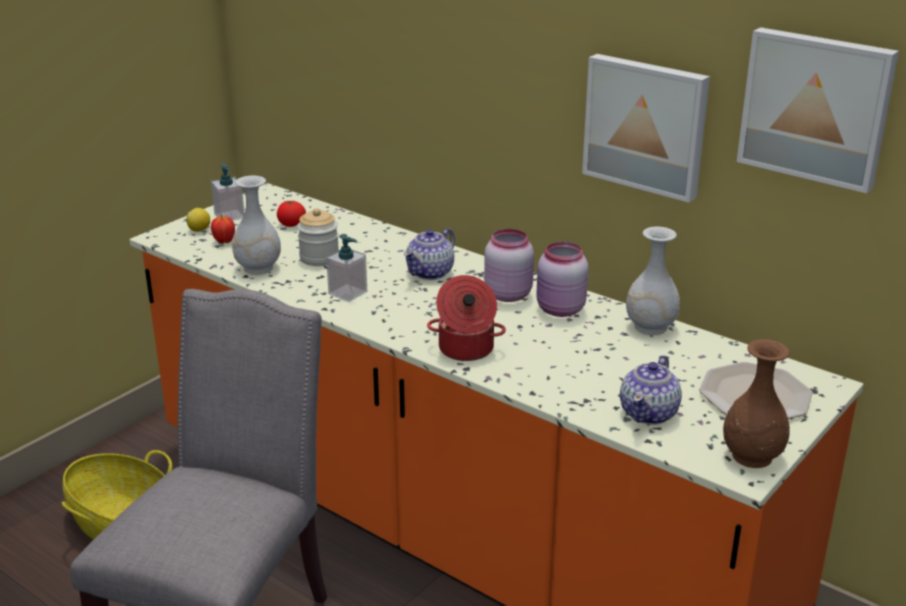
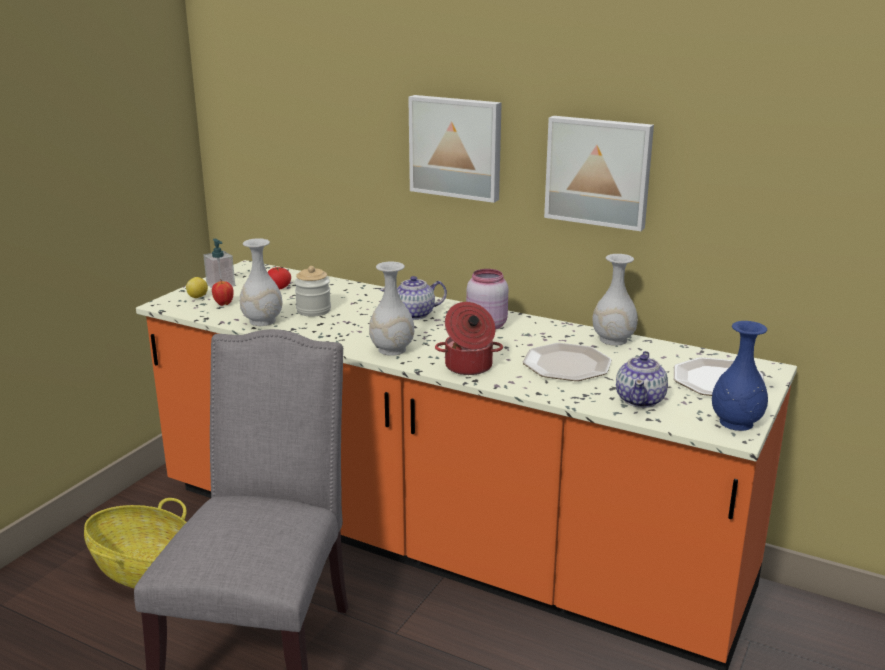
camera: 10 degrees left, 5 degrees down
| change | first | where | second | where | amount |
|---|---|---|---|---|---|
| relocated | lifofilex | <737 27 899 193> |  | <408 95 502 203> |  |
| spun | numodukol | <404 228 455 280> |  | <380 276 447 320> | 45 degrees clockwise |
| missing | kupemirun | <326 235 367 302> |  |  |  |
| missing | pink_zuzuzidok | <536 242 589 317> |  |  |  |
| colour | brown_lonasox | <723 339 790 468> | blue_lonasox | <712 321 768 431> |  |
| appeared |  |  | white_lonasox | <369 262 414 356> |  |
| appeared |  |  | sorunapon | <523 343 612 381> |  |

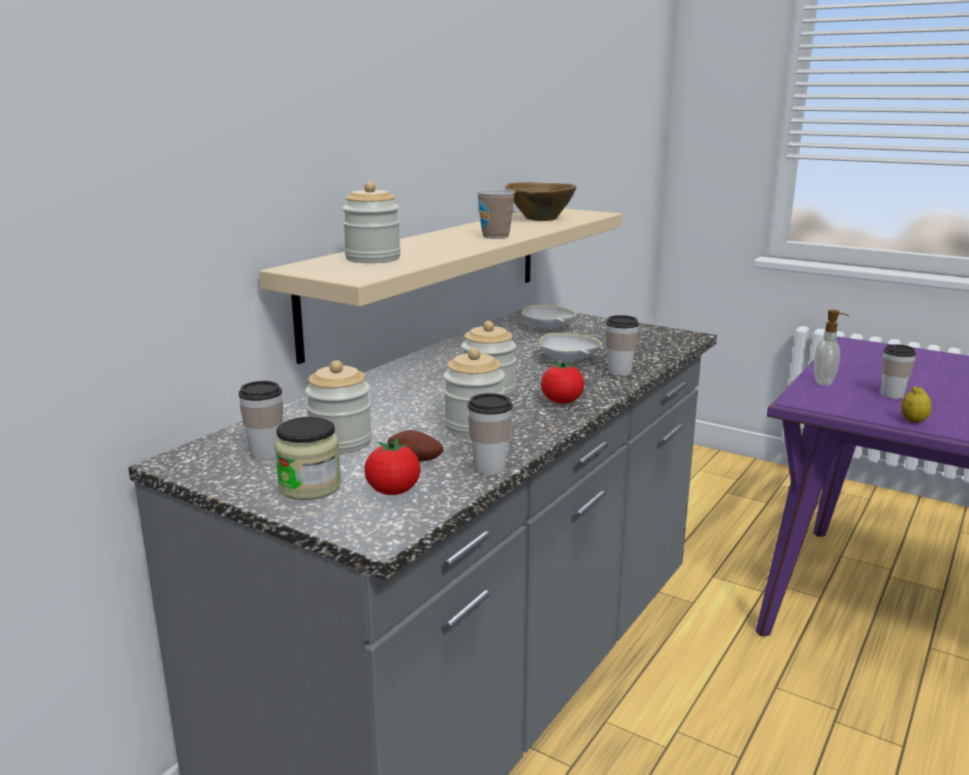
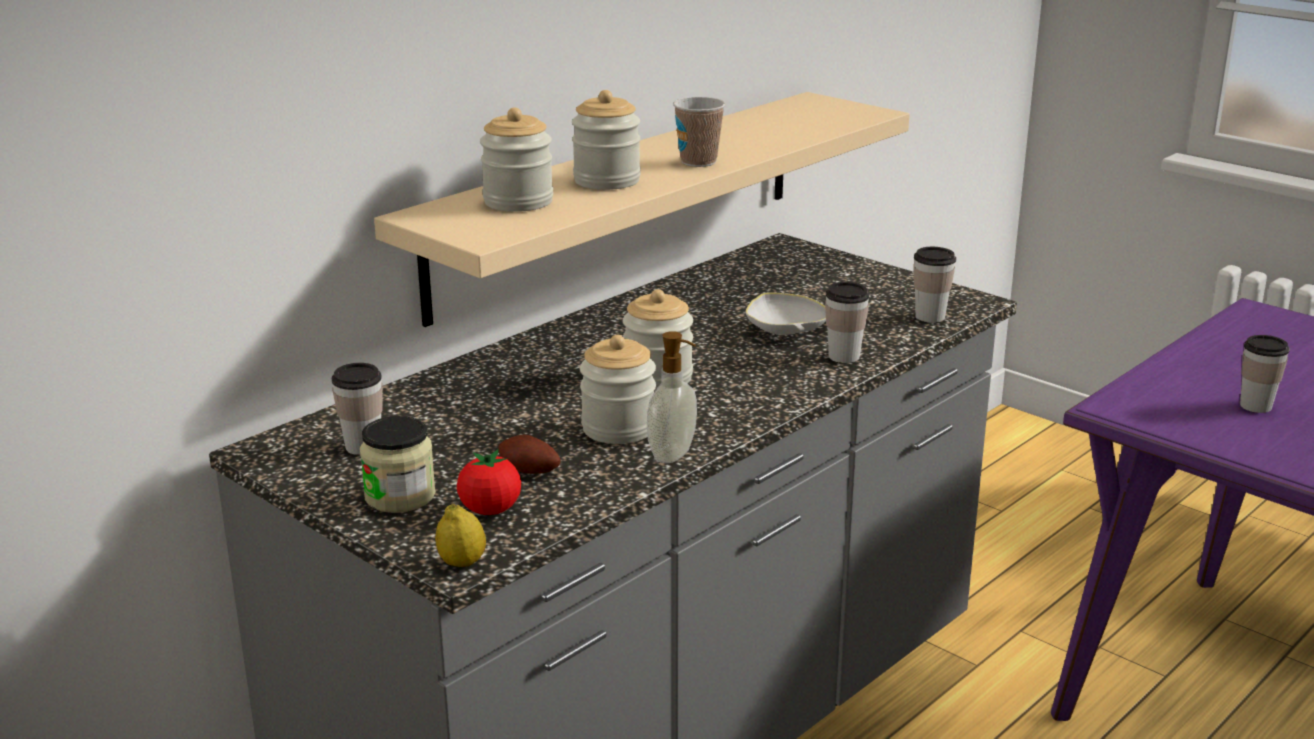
camera: 10 degrees right, 5 degrees up
| change | first | where | second | where | amount |
|---|---|---|---|---|---|
| missing | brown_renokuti | <505 182 576 221> |  |  |  |
| missing | white_renokuti | <522 305 577 329> |  |  |  |
| relocated | kupemirun | <814 310 849 386> |  | <647 331 697 463> |  |
| relocated | zuzuzidok | <305 360 372 454> |  | <572 90 641 190> |  |
| missing | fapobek | <541 361 584 404> |  |  |  |
| relocated | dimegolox | <901 386 932 423> |  | <435 504 486 567> |  |
| relocated | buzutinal | <467 393 513 475> |  | <914 247 956 323> |  |

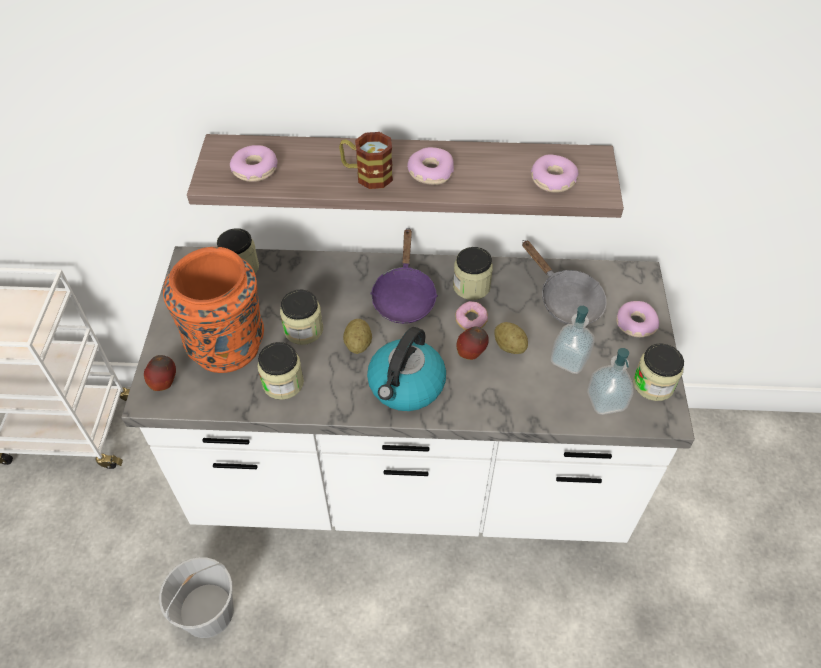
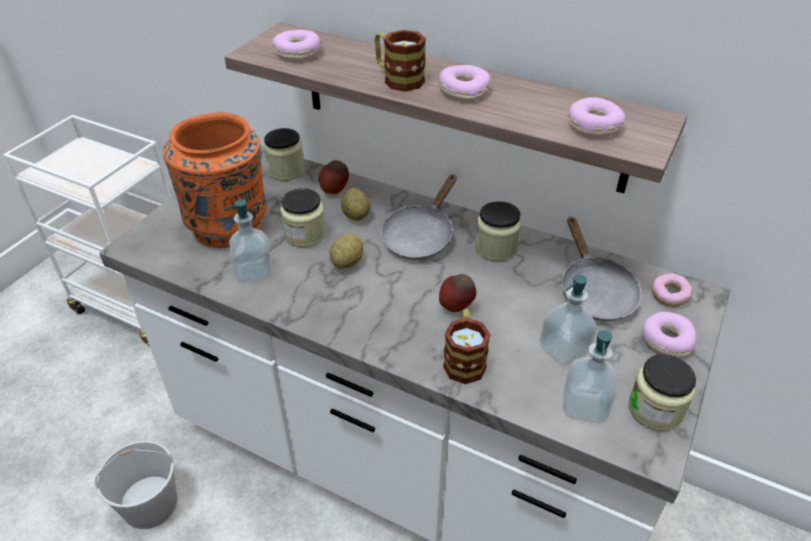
camera: 25 degrees right, 10 degrees down
| change | first | where | second | where | amount |
|---|---|---|---|---|---|
| colour | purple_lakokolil | <370 228 438 324> | grey_lakokolil | <381 174 457 260> |  |
| relocated | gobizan | <455 301 488 330> |  | <651 273 692 307> |  |
| relocated | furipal | <494 322 528 354> |  | <341 188 370 221> |  |
| missing | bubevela | <367 327 446 411> |  |  |  |
| exchanged | zuzuzidok | <257 342 304 400> | kupemirun | <225 199 273 283> |  |
| relocated | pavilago | <144 355 176 391> |  | <319 160 349 195> |  |
| appeared |  |  | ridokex | <443 309 491 384> |  |

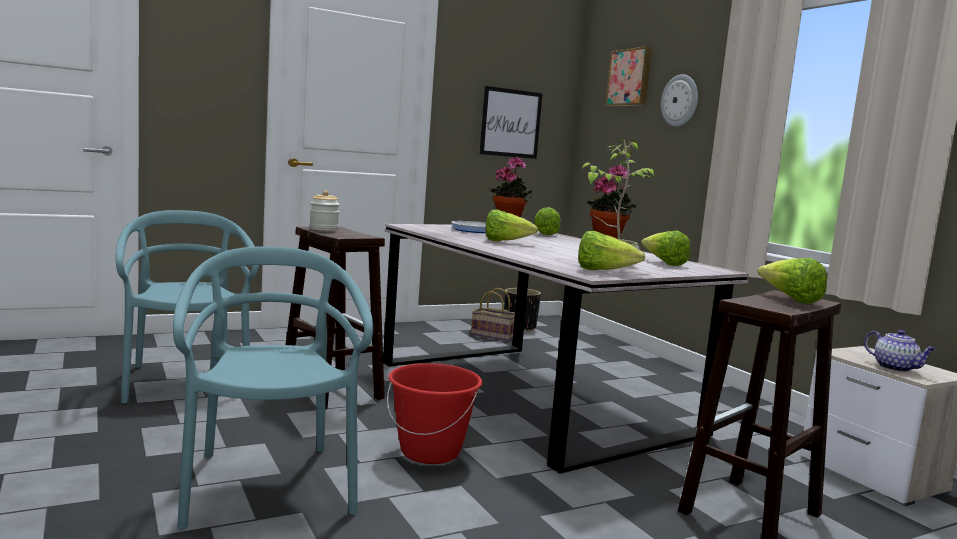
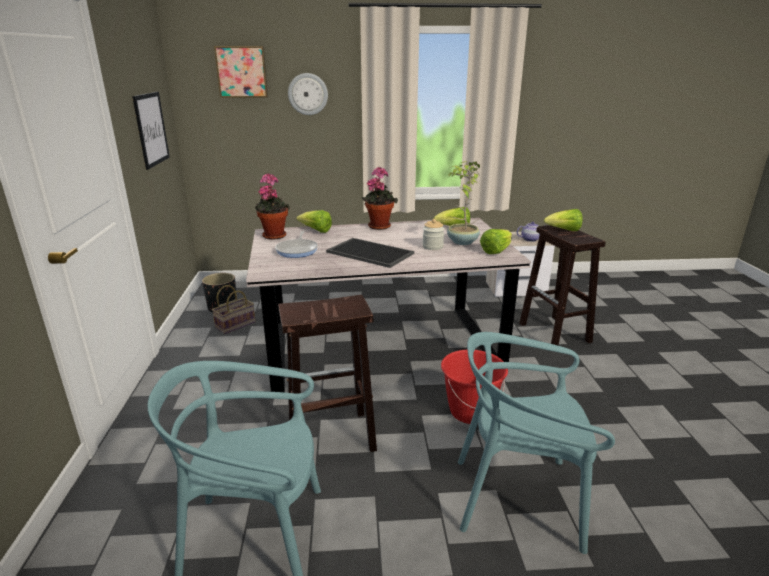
camera: 65 degrees left, 15 degrees up
| change | first | where | second | where | amount |
|---|---|---|---|---|---|
| relocated | zuzuzidok | <310 190 340 231> |  | <422 219 444 250> |  |
| exchanged | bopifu | <485 209 538 241> | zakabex | <326 238 414 268> |  |

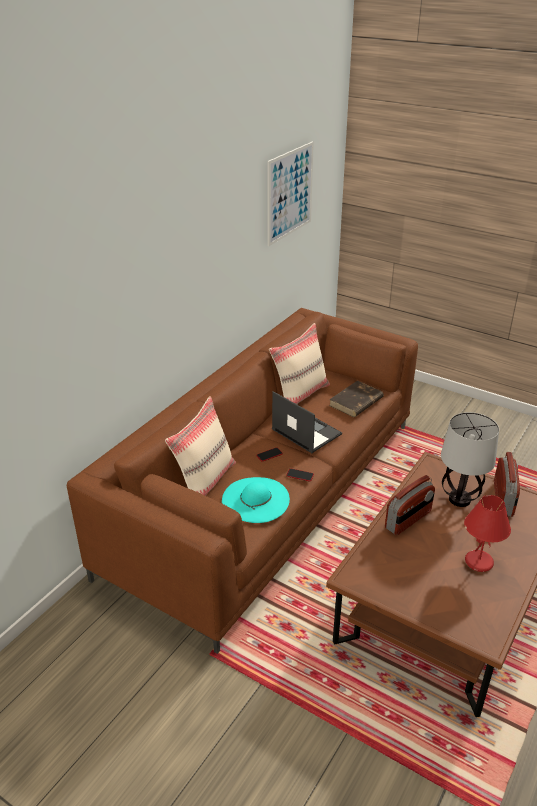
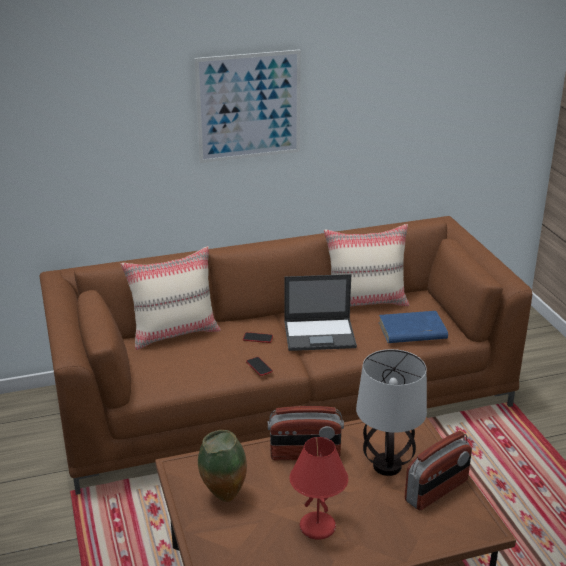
camera: 40 degrees right, 5 degrees down
| change | first | where | second | where | amount |
|---|---|---|---|---|---|
| relocated | lifofilex | <268 142 314 246> |  | <195 50 301 163> |  |
| colour | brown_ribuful | <329 381 384 417> | blue_ribuful | <379 311 448 343> |  |
| spun | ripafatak | <272 391 342 453> |  | <284 274 357 351> | 90 degrees clockwise |
| missing | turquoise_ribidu | <222 477 290 523> |  |  |  |
| appeared |  |  | lonasox | <198 430 247 502> |  |

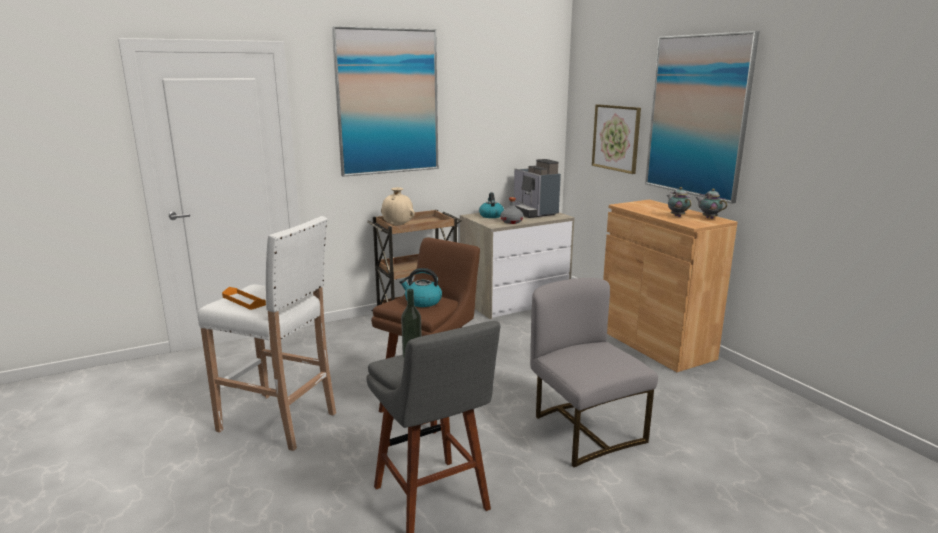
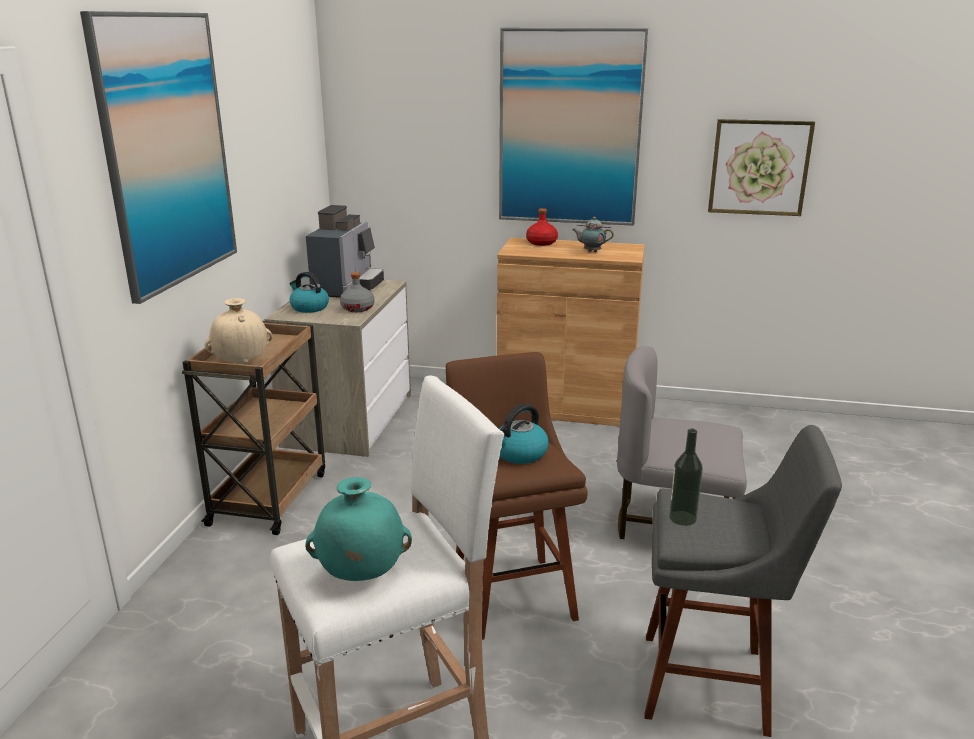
camera: 50 degrees left, 5 degrees up
| change | first | where | second | where | amount |
|---|---|---|---|---|---|
| relocated | lifofilex | <592 104 641 174> |  | <708 119 815 216> |  |
| spun | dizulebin | <514 159 561 218> |  | <306 205 384 298> | 90 degrees counterclockwise |
| missing | numodukol | <695 189 727 219> |  |  |  |
| exchanged | orange_zakabex | <222 287 266 310> | turquoise_lonasox | <305 477 412 581> |  |
| appeared |  |  | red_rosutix | <526 208 558 246> |  |

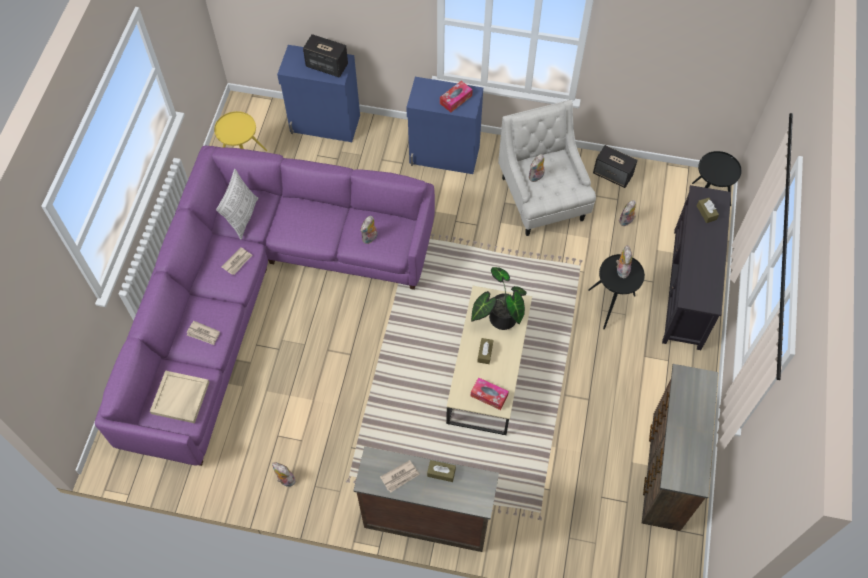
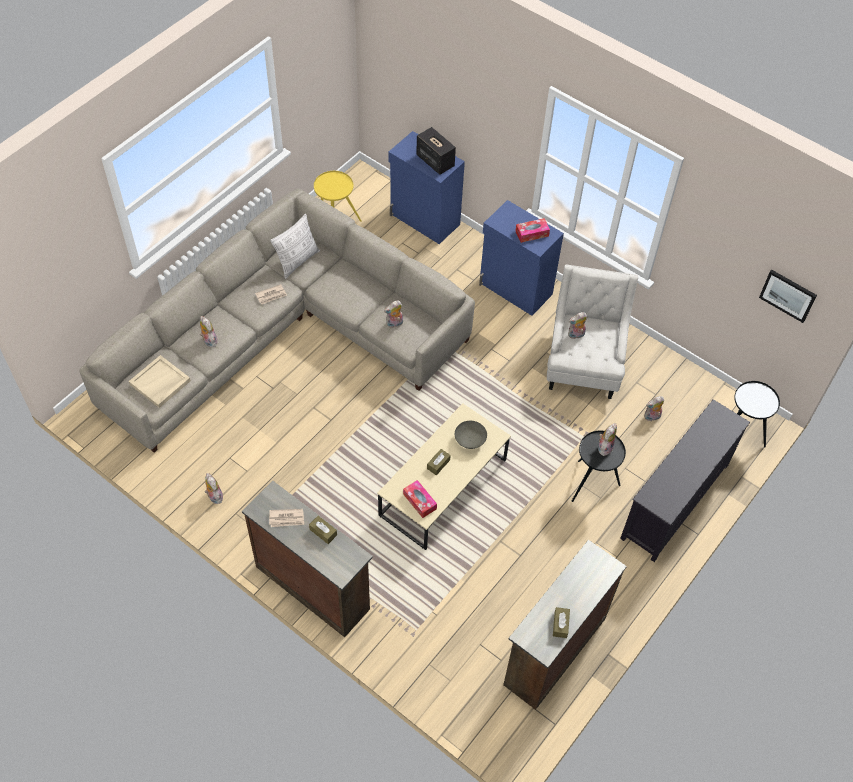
camera: 25 degrees right, 5 degrees down
| change | first | where | second | where | amount |
|---|---|---|---|---|---|
| missing | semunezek | <593 145 638 188> |  |  |  |
| colour | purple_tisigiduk | <95 146 435 466> | grey_tisigiduk | <79 188 475 453> |  |
| relocated | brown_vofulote | <697 198 719 223> |  | <553 607 570 638> |  |
| exchanged | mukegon | <471 267 527 330> | grey_renokuti | <455 421 487 449> |  |
| exchanged | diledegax | <187 321 220 345> | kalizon | <200 316 218 347> |  |
| appeared |  |  | lifofilex | <759 270 817 323> |  |

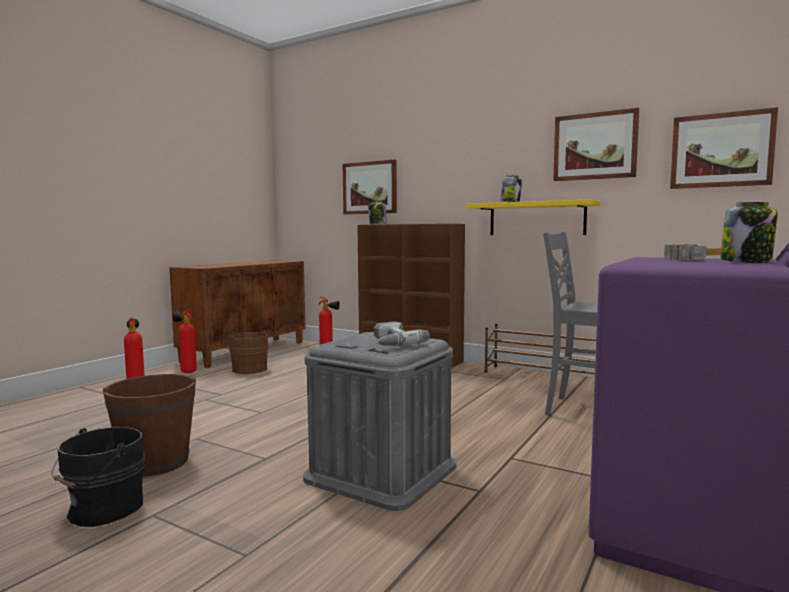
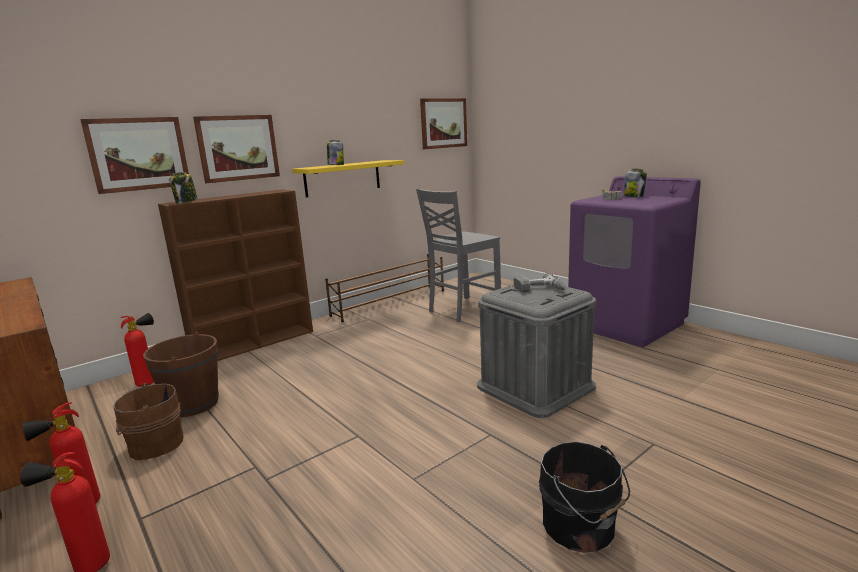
camera: 70 degrees left, 10 degrees up
| change | first | where | second | where | amount |
|---|---|---|---|---|---|
| relocated | lifofilex | <553 108 639 181> |  | <193 115 280 184> |  |
| relocated | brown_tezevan | <103 374 196 476> |  | <143 332 219 417> |  |

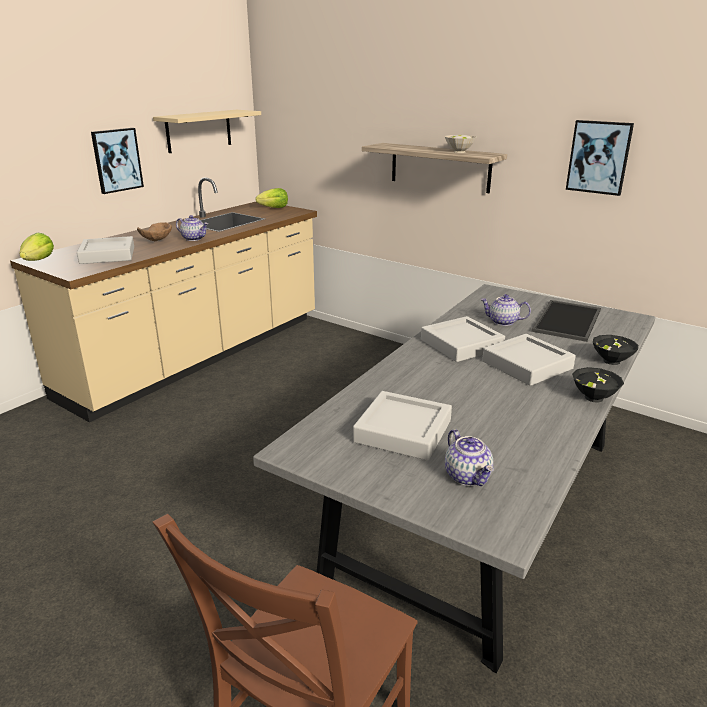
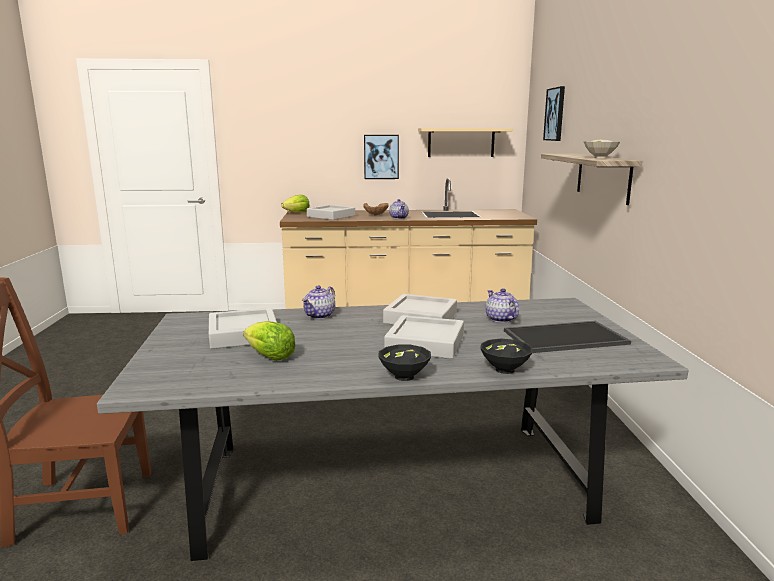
camera: 50 degrees right, 10 degrees down
| change | first | where | second | where | amount |
|---|---|---|---|---|---|
| relocated | lifofilex | <566 120 634 196> |  | <543 86 565 141> |  |
| relocated | bopifu | <255 188 288 208> |  | <243 321 296 361> |  |
| relocated | numodukol | <445 429 494 486> |  | <302 286 335 319> |  |

